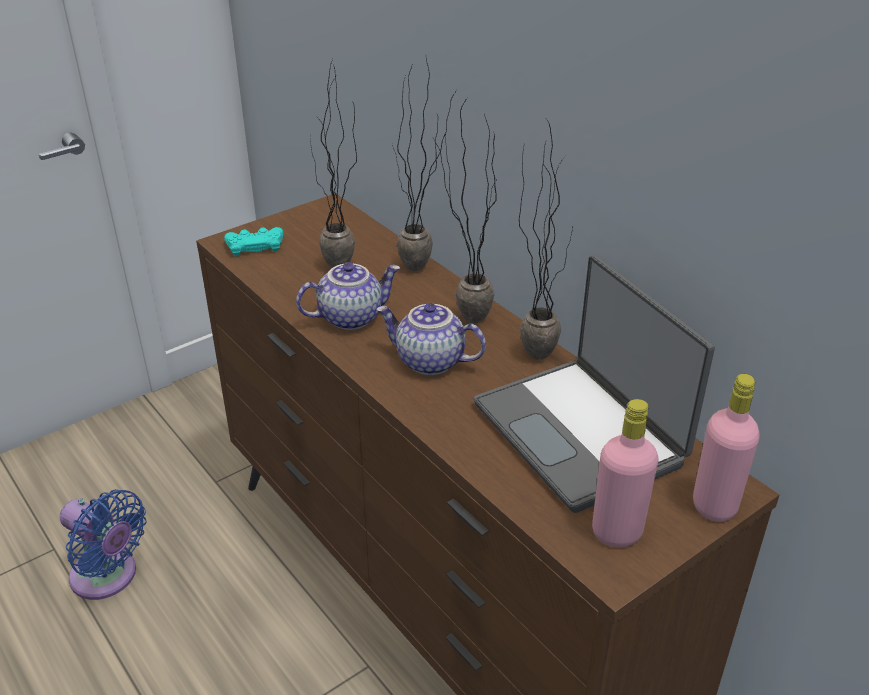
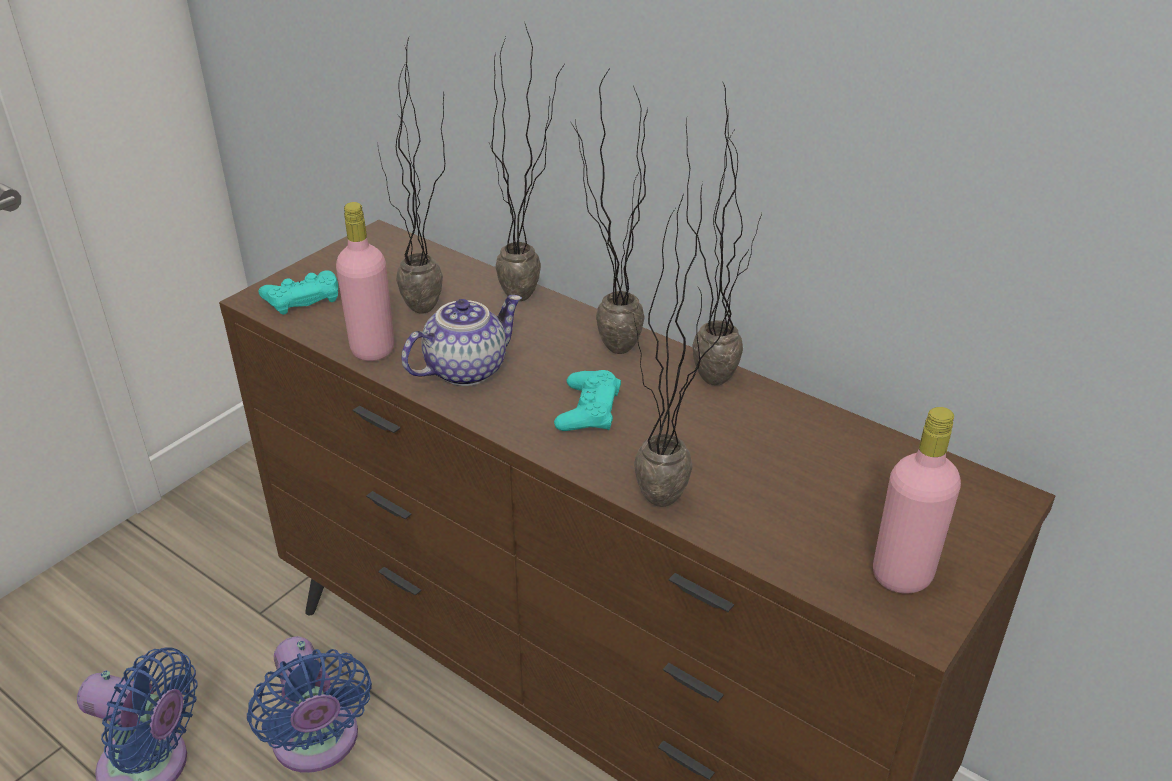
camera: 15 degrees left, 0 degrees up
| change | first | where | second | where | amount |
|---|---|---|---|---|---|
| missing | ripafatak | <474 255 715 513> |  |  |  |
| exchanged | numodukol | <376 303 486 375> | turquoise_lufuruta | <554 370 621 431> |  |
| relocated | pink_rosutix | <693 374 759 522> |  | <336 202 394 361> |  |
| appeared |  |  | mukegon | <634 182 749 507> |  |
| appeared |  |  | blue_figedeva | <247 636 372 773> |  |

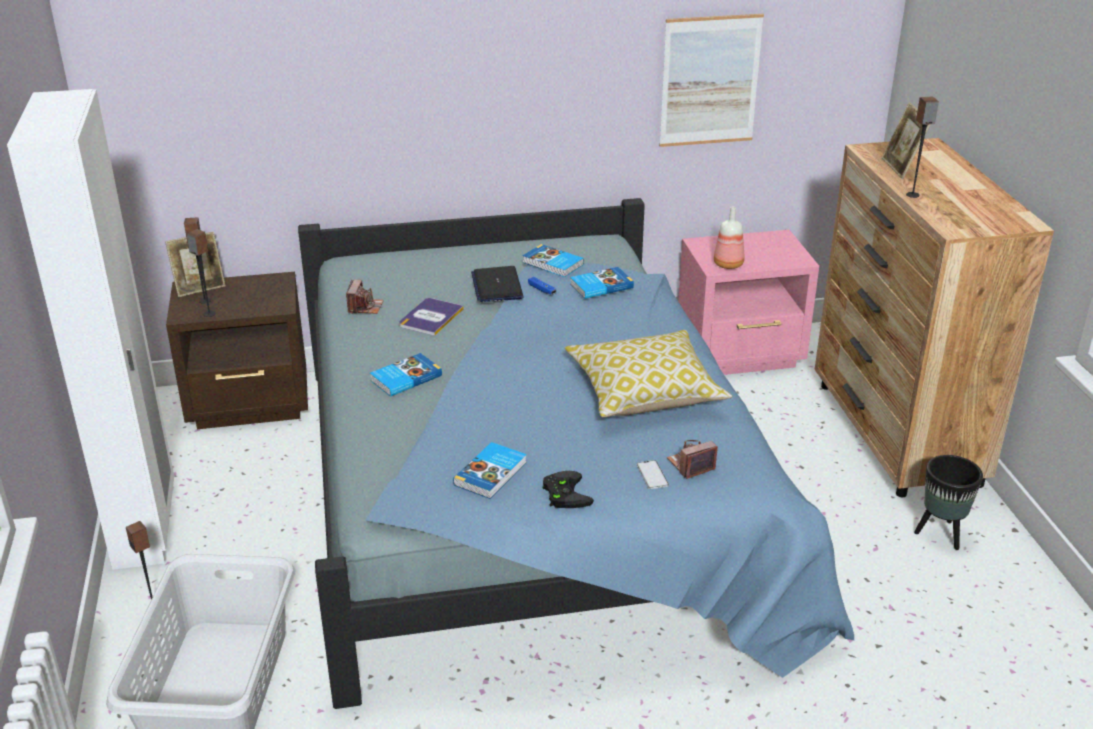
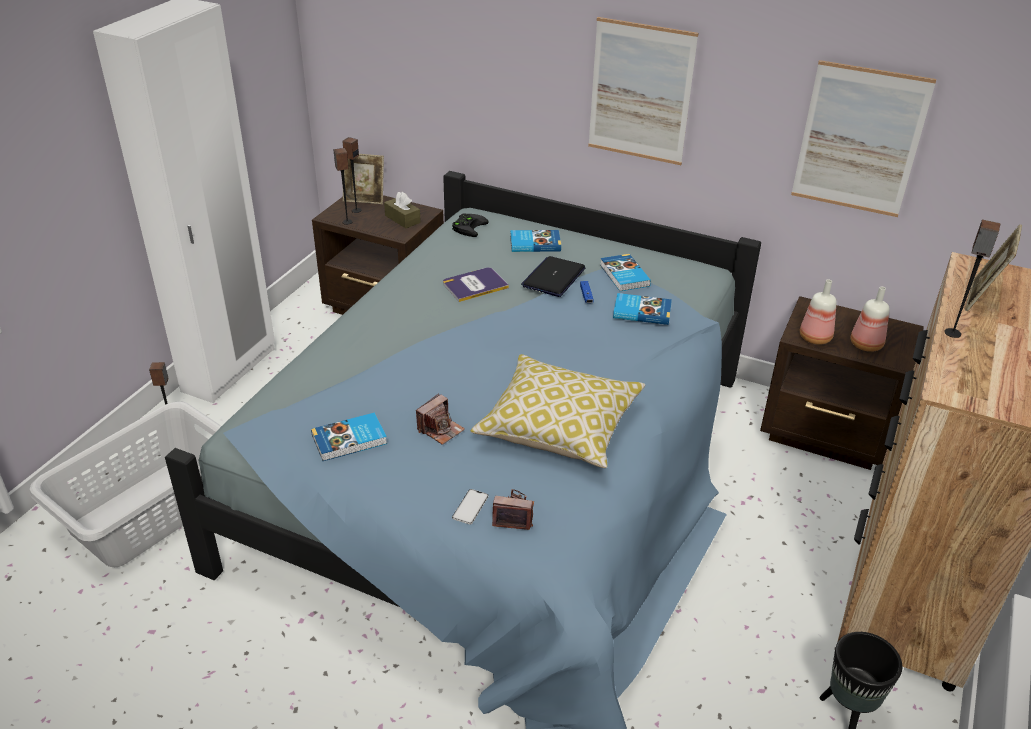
camera: 35 degrees right, 5 degrees up
| change | first | where | second | where | amount |
|---|---|---|---|---|---|
| colour | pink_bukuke | <678 230 819 375> | brown_bukuke | <760 296 924 470> |  |
| relocated | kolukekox | <346 279 384 314> |  | <416 393 465 445> |  |
| relocated | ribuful | <370 353 442 397> |  | <510 230 561 252> |  |
| relocated | black_lufuruta | <542 471 594 508> |  | <452 214 489 237> |  |
| appeared |  |  | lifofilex | <588 17 698 165> |  |
| appeared |  |  | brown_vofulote | <384 192 421 228> |  |
| appeared |  |  | rosutix | <851 286 890 352> |  |

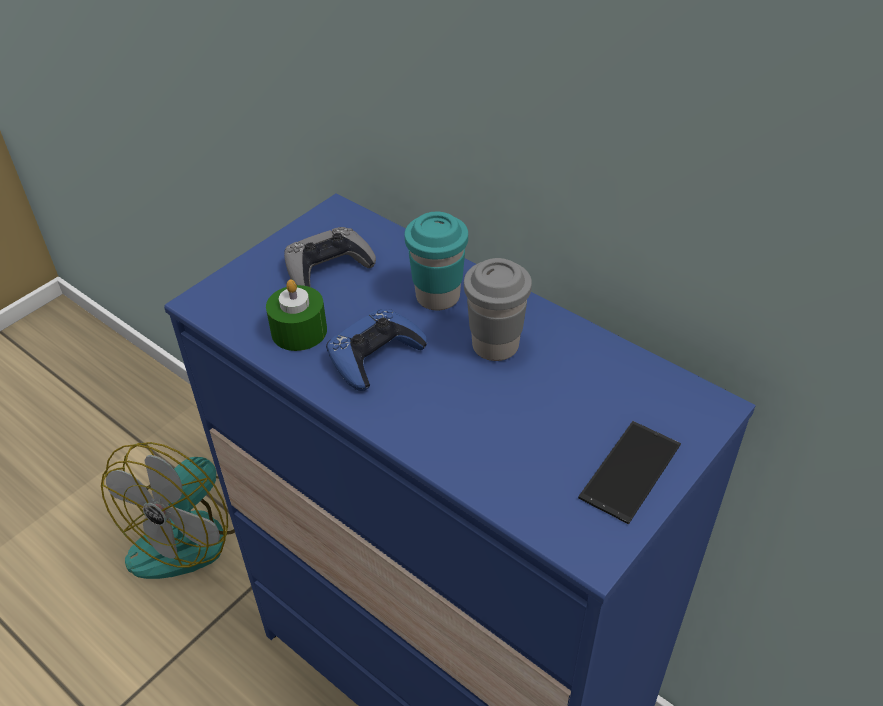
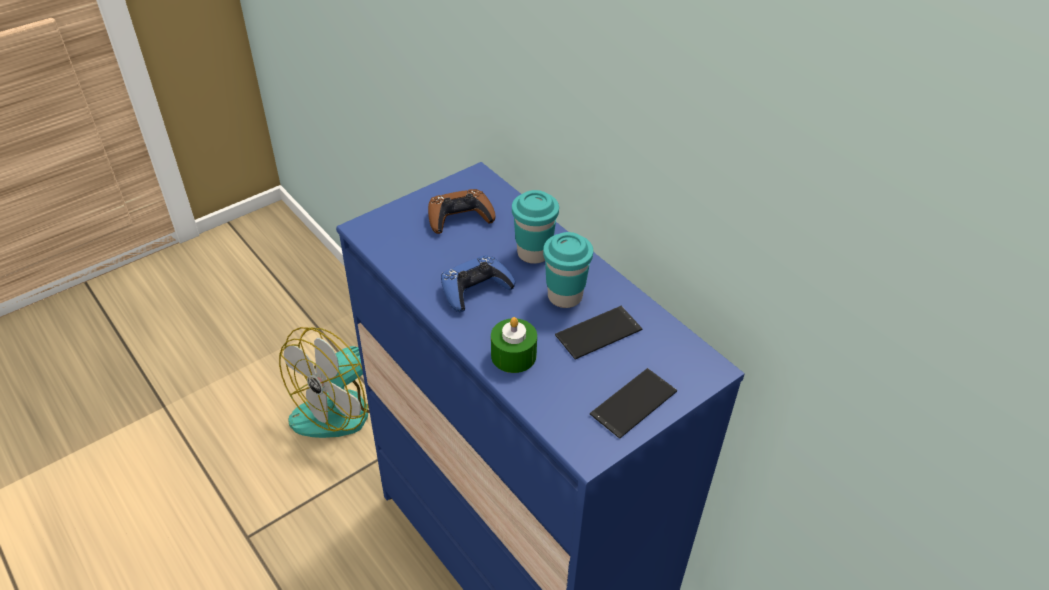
camera: 10 degrees right, 0 degrees up
| change | first | where | second | where | amount |
|---|---|---|---|---|---|
| colour | grey_lufuruta | <284 227 376 287> | brown_lufuruta | <428 189 496 234> |  |
| colour | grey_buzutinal | <464 258 532 361> | turquoise_buzutinal | <543 232 593 308> |  |
| relocated | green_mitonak | <266 279 327 351> |  | <491 317 537 373> |  |
| appeared |  |  | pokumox | <555 306 642 359> |  |

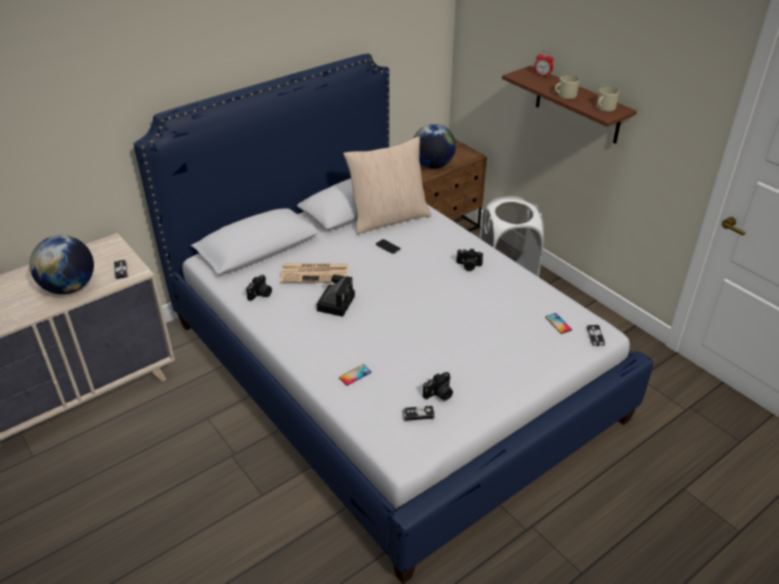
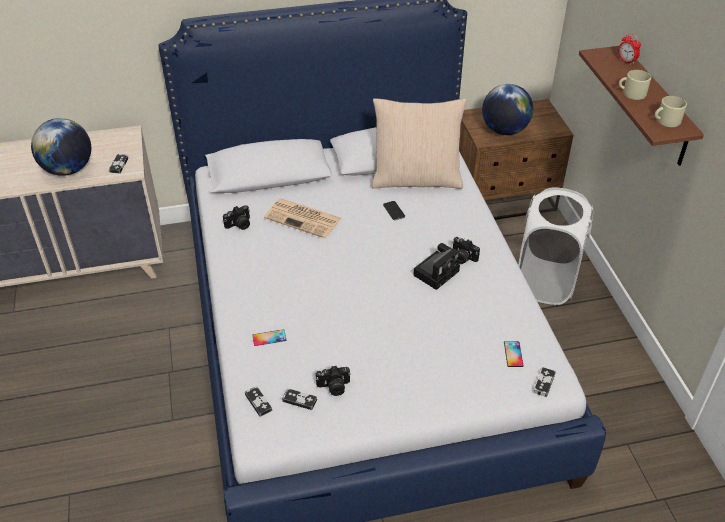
camera: 25 degrees right, 5 degrees up
| change | first | where | second | where | amount |
|---|---|---|---|---|---|
| relocated | kolukekox | <317 275 355 317> |  | <413 243 460 290> |  |
| appeared |  |  | lufuruta | <245 386 272 417> |  |

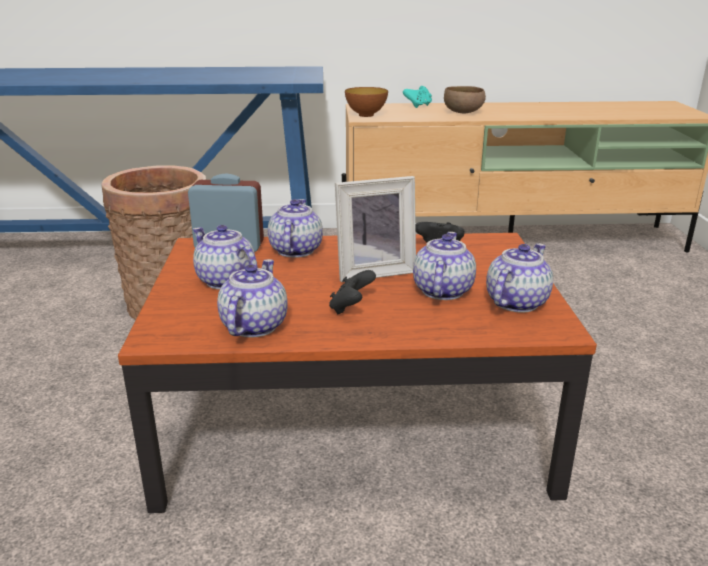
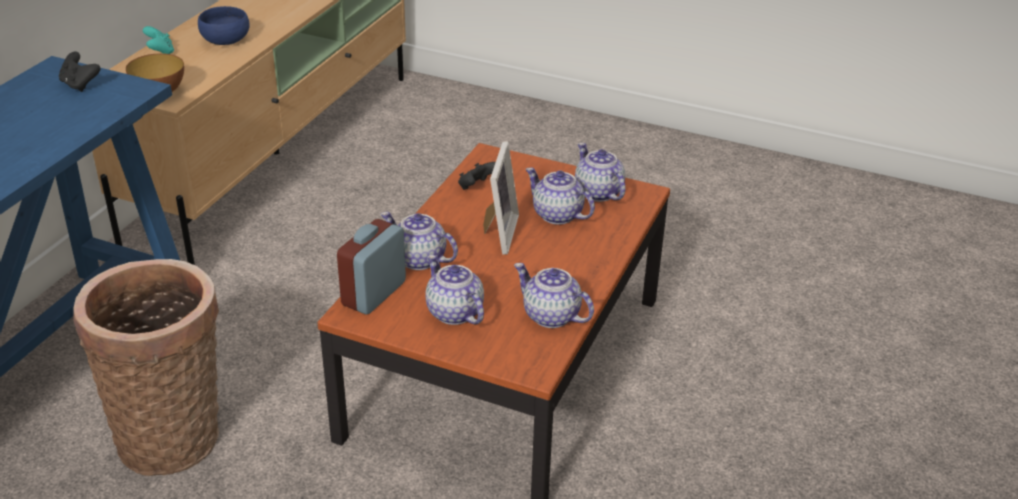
camera: 65 degrees left, 10 degrees up
| change | first | where | second | where | amount |
|---|---|---|---|---|---|
| colour | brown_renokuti | <444 86 486 114> | blue_renokuti | <198 6 250 45> |  |
| spun | numodukol | <193 225 257 290> |  | <425 255 484 325> | 75 degrees clockwise |
| relocated | black_lufuruta | <329 270 376 315> |  | <59 52 101 92> |  |

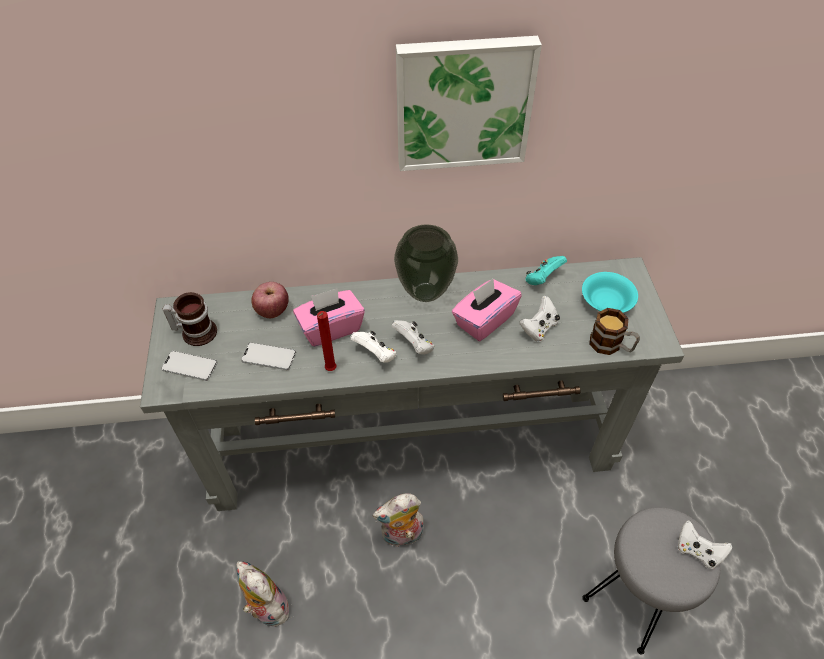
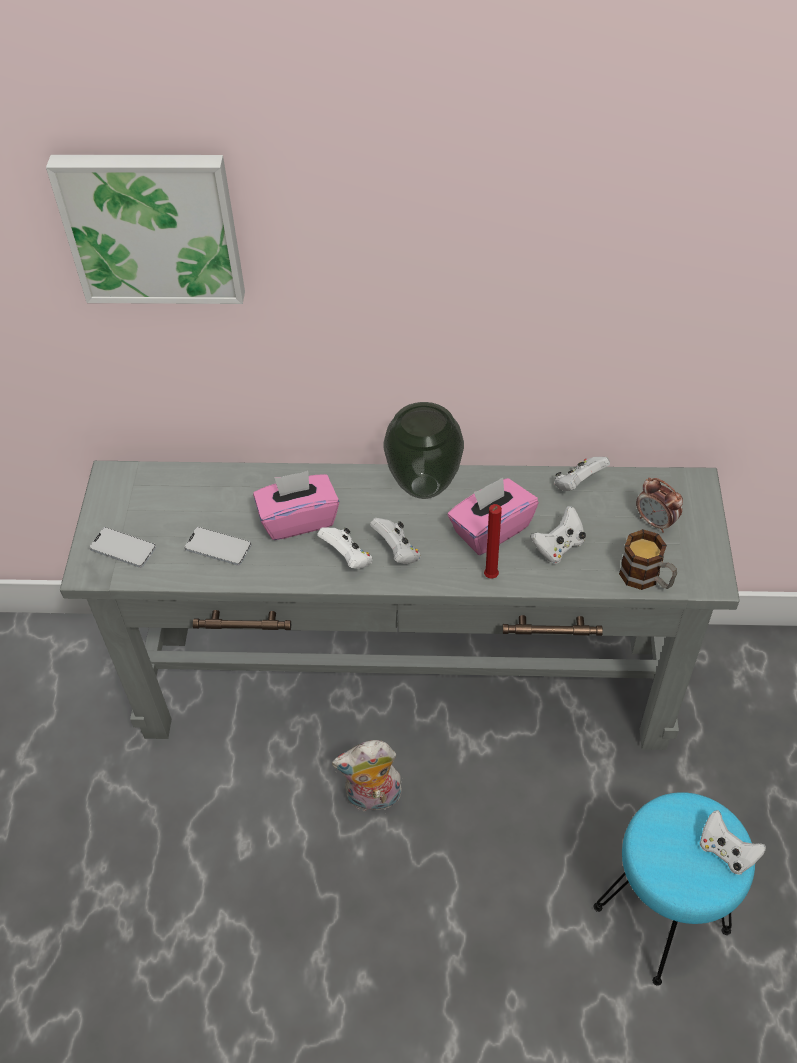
camera: 10 degrees right, 0 degrees up
| change | first | where | second | where | amount |
|---|---|---|---|---|---|
| relocated | lifofilex | <396 36 542 171> |  | <46 155 245 304> |  |
| colour | turquoise_lufuruta | <525 256 567 285> | white_lufuruta | <555 457 610 491> |  |
| exchanged | turquoise_renokuti | <582 272 638 313> | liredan | <636 477 683 533> |  |
| missing | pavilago | <251 282 289 318> |  |  |  |
| missing | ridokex | <162 292 217 346> |  |  |  |
| relocated | red_mitonak | <317 311 336 371> |  | <484 504 502 579> |  |
| colour | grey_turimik | <582 507 721 655> | turquoise_turimik | <594 792 755 986> |  |
| missing | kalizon | <237 561 289 626> |  |  |  |

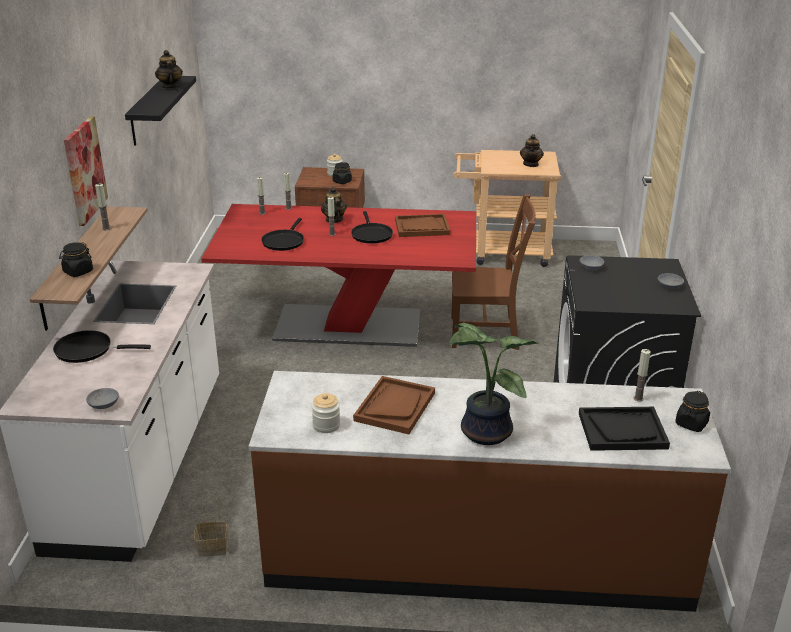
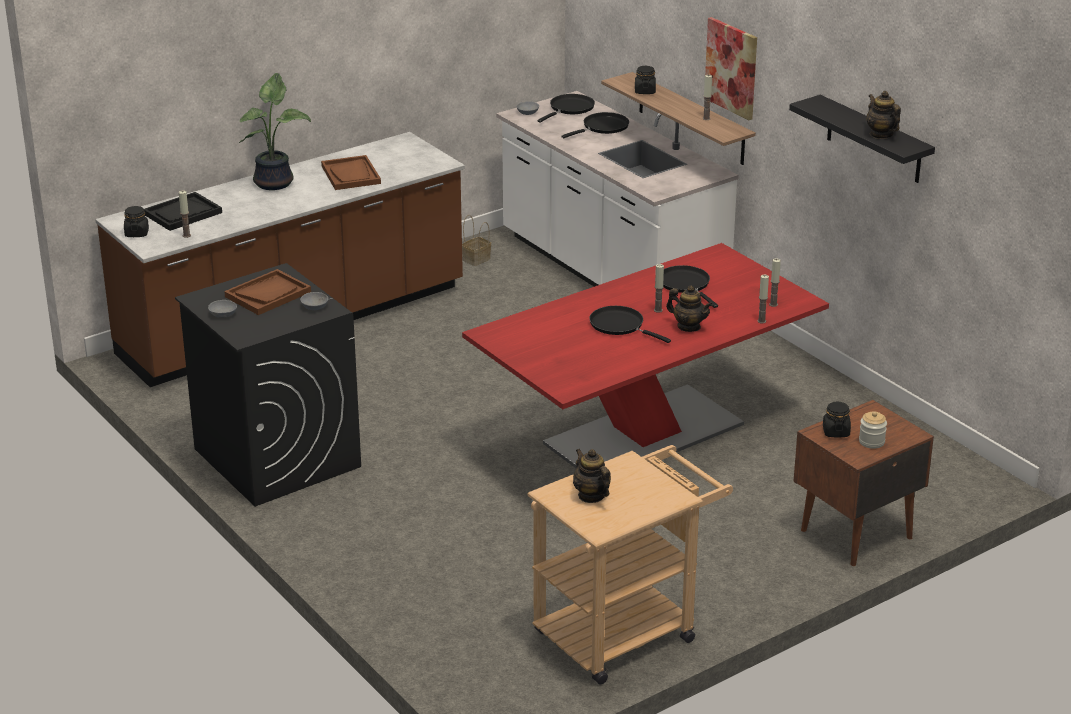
camera: 140 degrees right, 0 degrees up
| change | first | where | second | where | amount |
|---|---|---|---|---|---|
| spun | numodukol | <155 50 183 89> |  | <867 91 901 139> | 150 degrees counterclockwise |
| missing | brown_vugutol | <451 194 536 350> |  |  |  |
| relocated | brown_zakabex | <395 214 450 237> |  | <224 269 311 315> |  |
| missing | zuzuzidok | <311 393 340 433> |  |  |  |
| appeared |  |  | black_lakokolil | <537 94 595 123> |  |

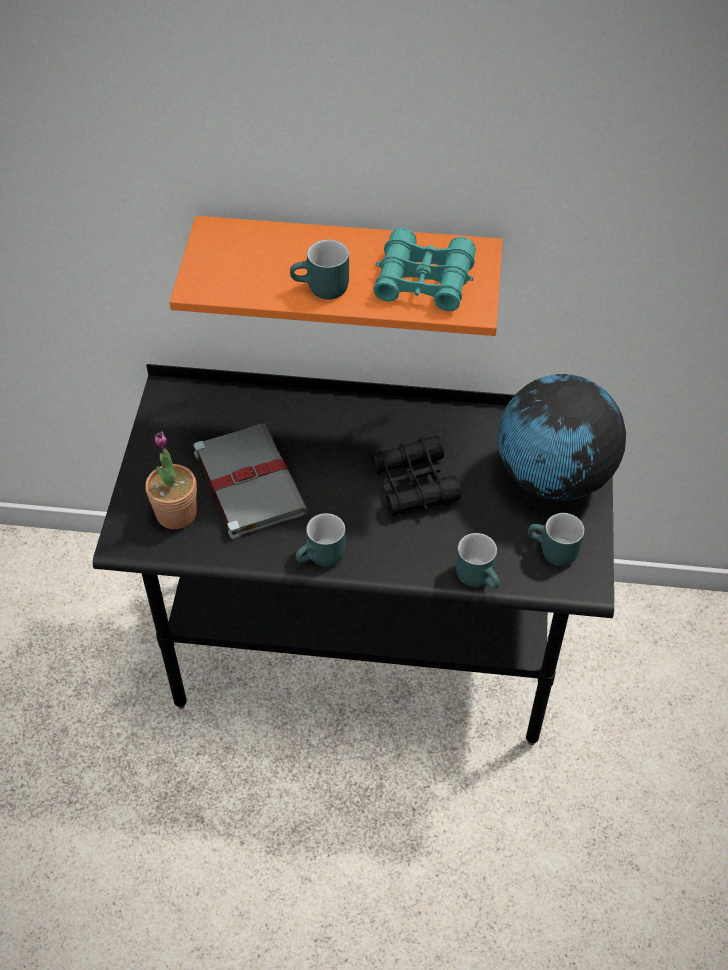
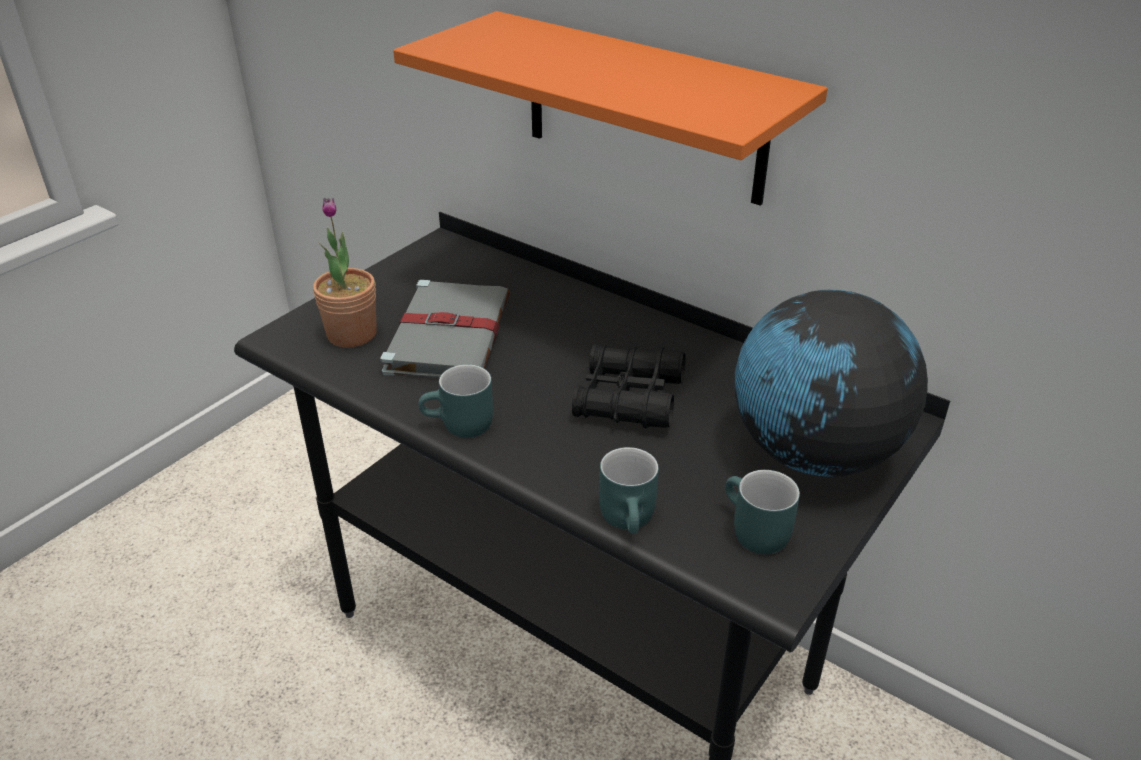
camera: 30 degrees right, 15 degrees down
| change | first | where | second | where | amount |
|---|---|---|---|---|---|
| missing | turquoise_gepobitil | <373 228 476 311> |  |  |  |
| missing | turquoise_ridokex | <290 240 349 299> |  |  |  |

